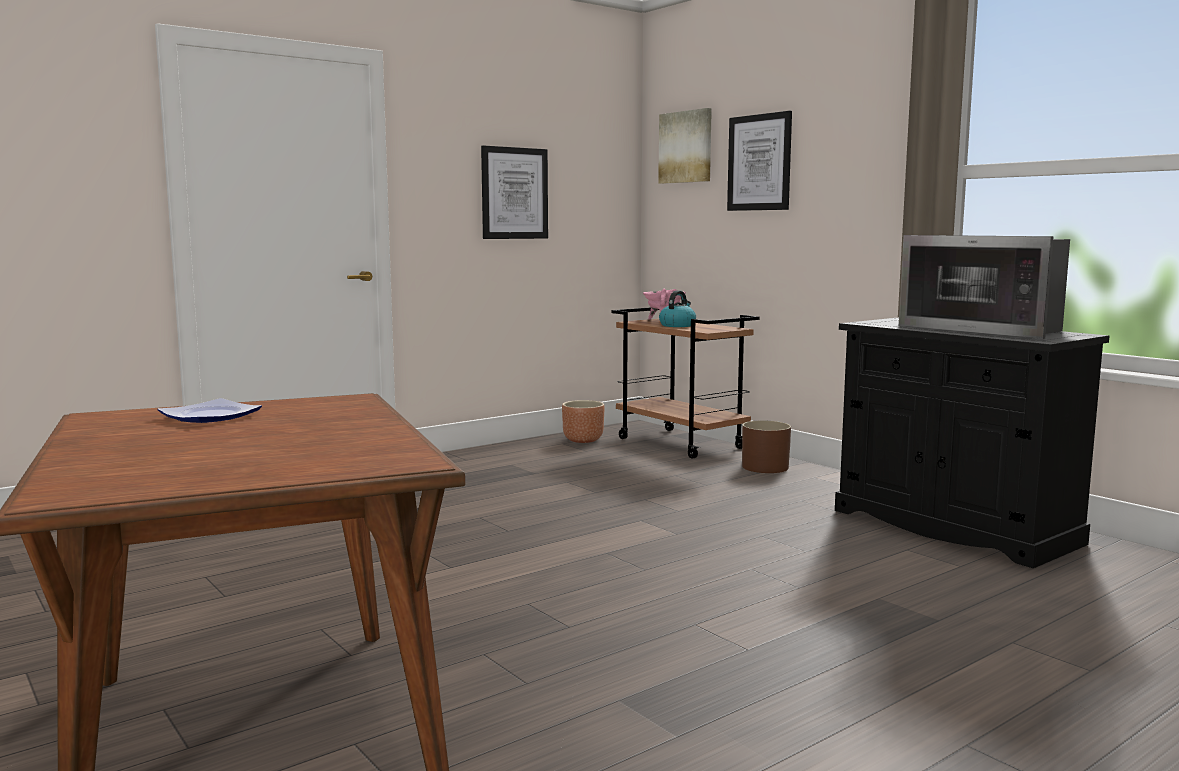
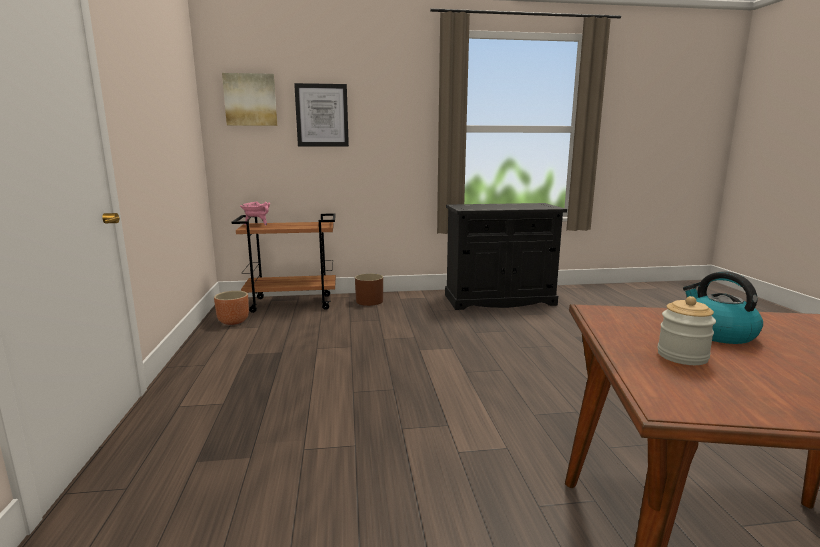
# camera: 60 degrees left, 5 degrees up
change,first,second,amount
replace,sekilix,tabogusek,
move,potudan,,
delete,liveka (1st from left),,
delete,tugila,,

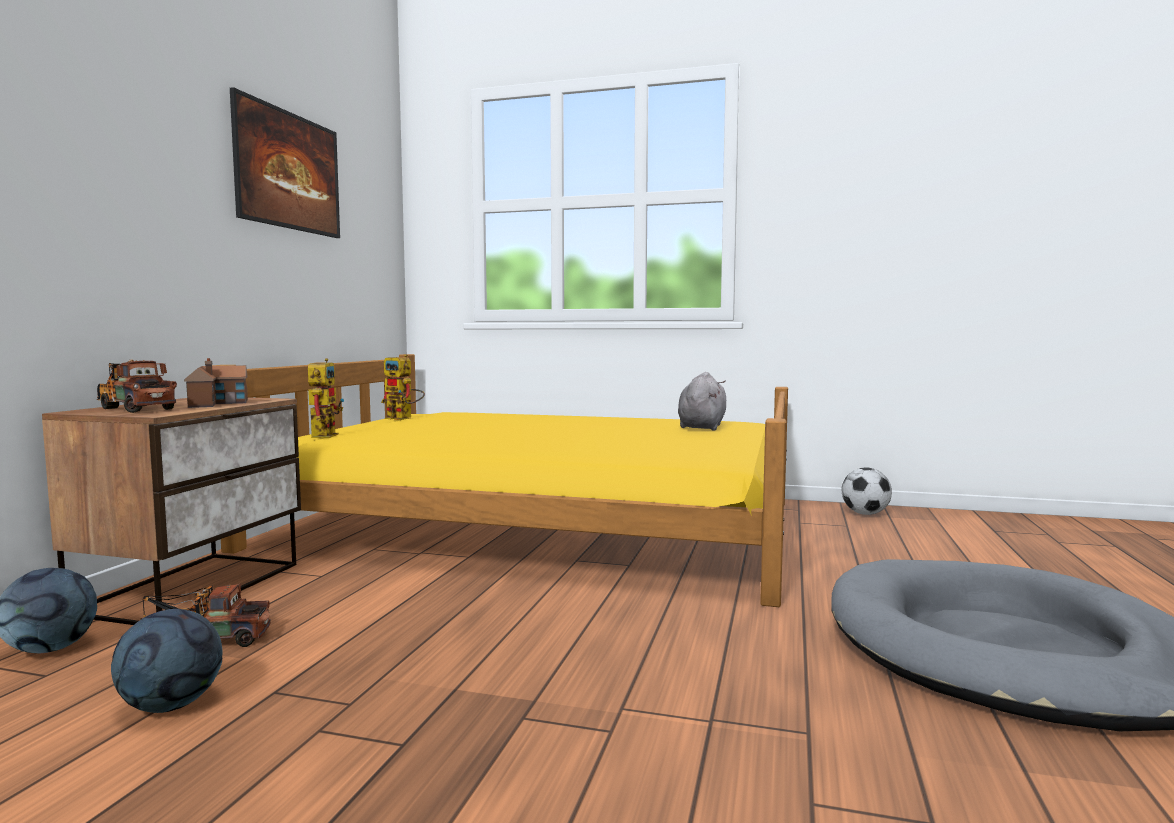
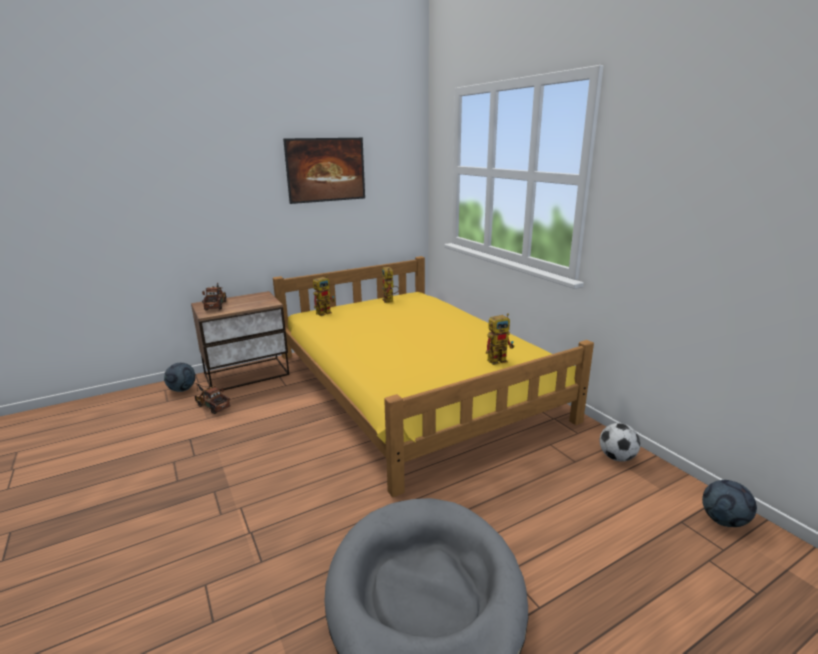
# camera: 45 degrees right, 15 degrees up
change,first,second,amount
replace,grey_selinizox,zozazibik (3rd from left),
move,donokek (2nd from left in the first image),donokek (3rd from left),
delete,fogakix,,

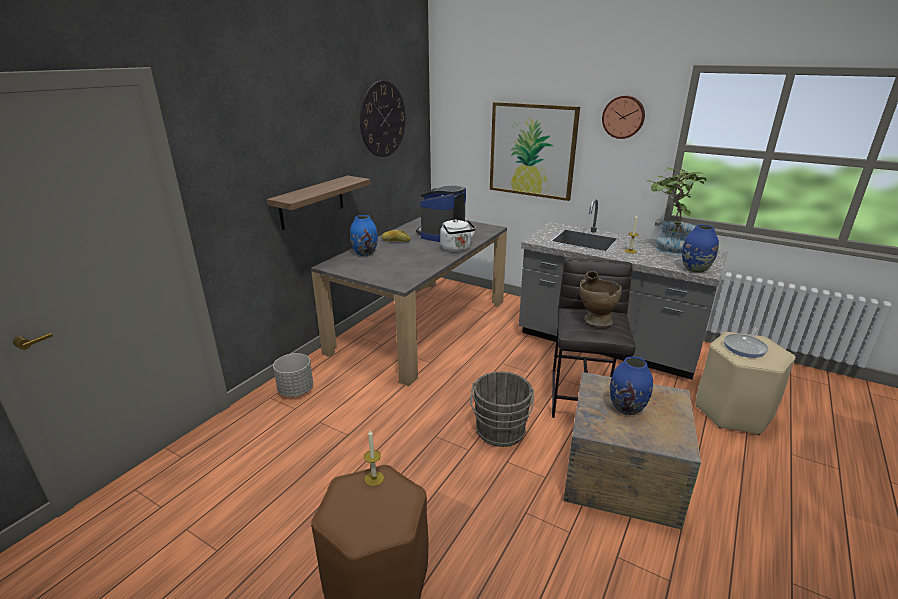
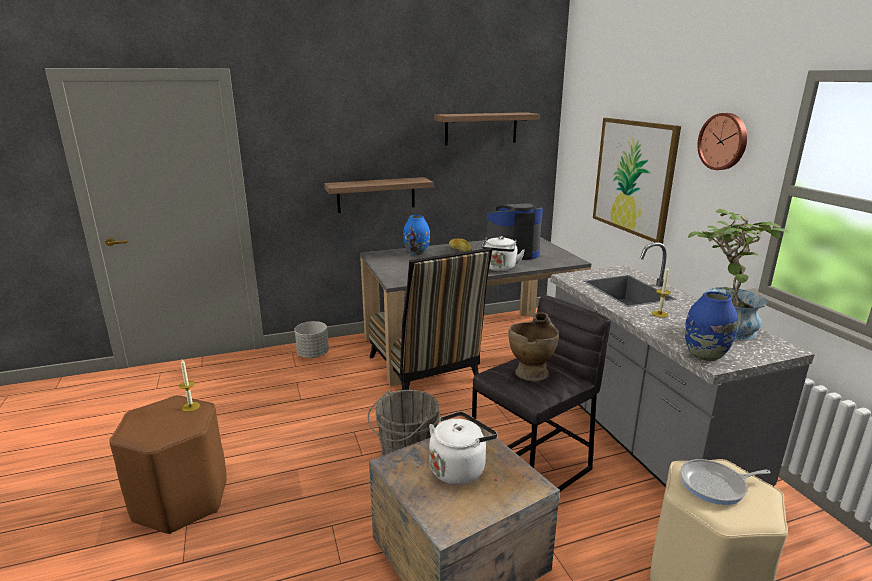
# camera: 40 degrees right, 5 degrees down
change,first,second,amount
insert,,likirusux,
replace,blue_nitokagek (2nd from left),white_potudan (1st from left),
replace,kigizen (1st from left),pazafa (2nd from left),

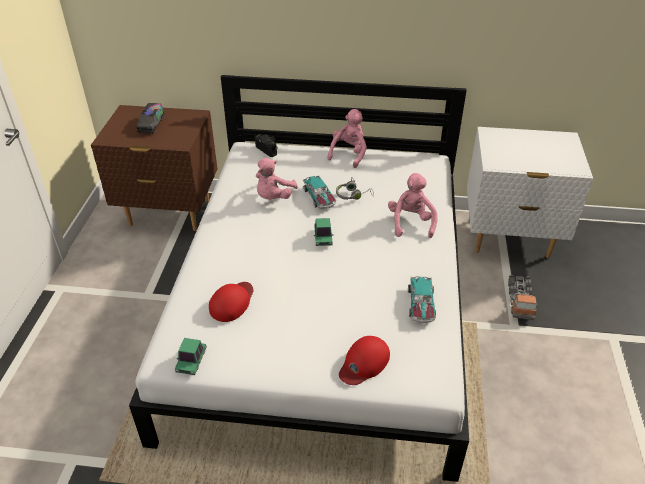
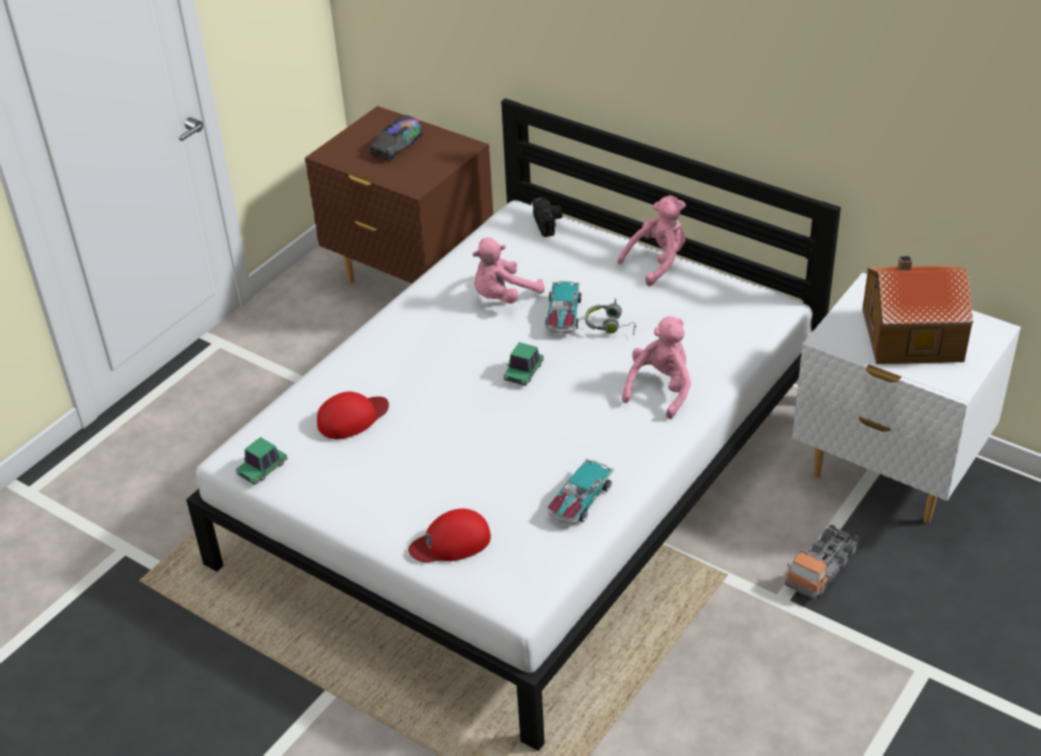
# camera: 30 degrees right, 0 degrees up
change,first,second,amount
insert,,fogakix,

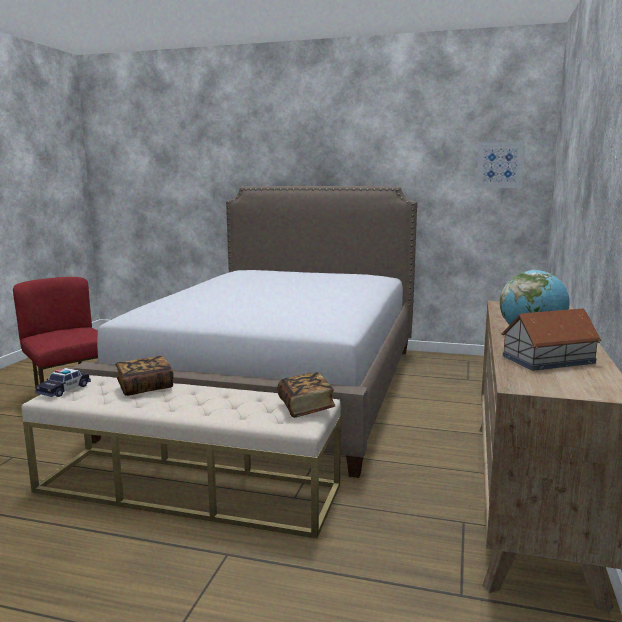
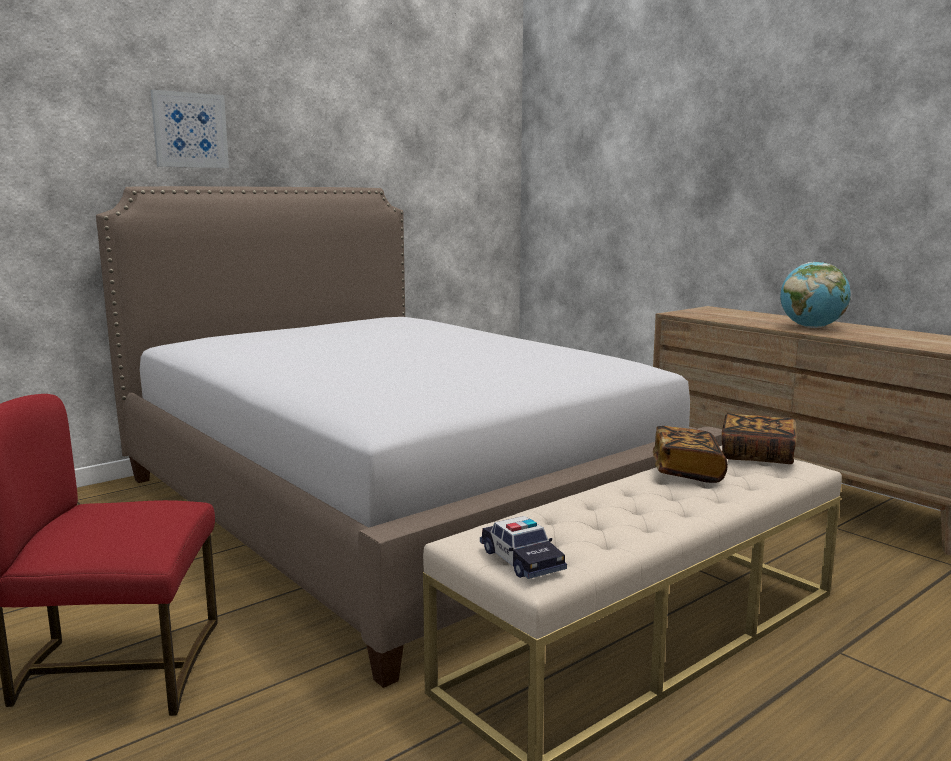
# camera: 55 degrees left, 0 degrees up
change,first,second,amount
move,liveka,,
move,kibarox (1st from left),,
delete,fogakix,,

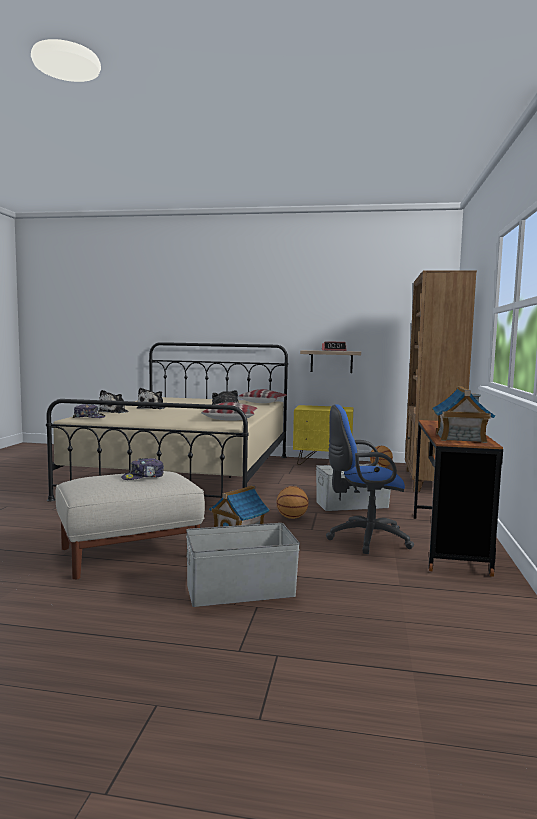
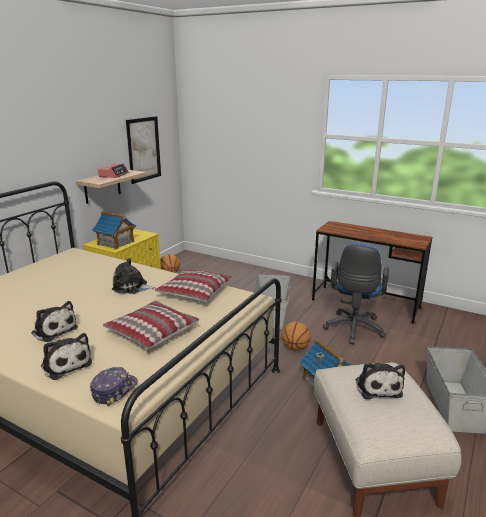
# camera: 70 degrees left, 15 degrees up
change,first,second,amount
move,fogakix (2nd from left in the first image),fogakix (1st from left),
move,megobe (2nd from left in the first image),megobe (1st from left),
insert,,liveka,
replace,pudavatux (2nd from left),selinizox (4th from left),
delete,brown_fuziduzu,,

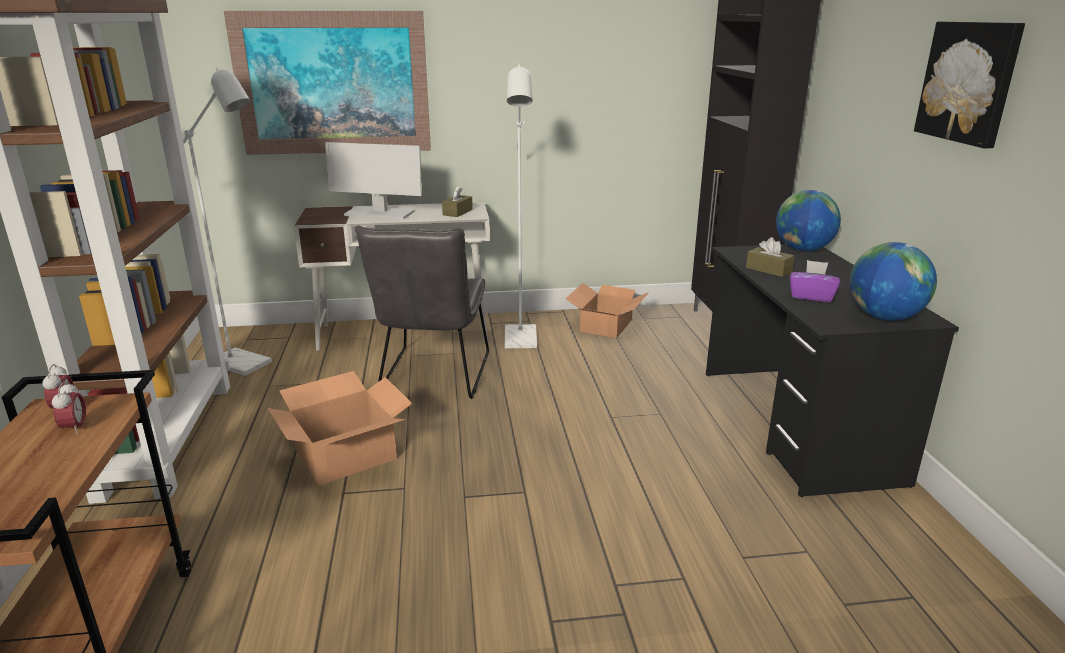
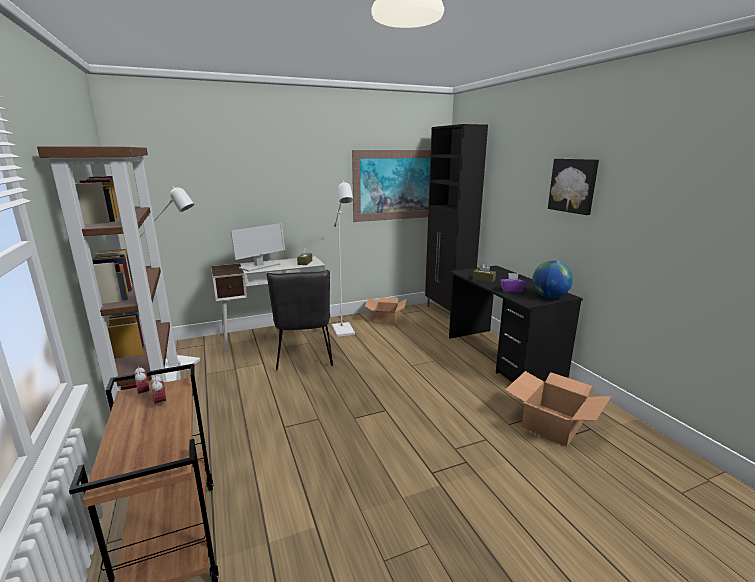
# camera: 15 degrees left, 5 degrees down
change,first,second,amount
rotate,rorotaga,,45 degrees counterclockwise
move,liveka (1st from left),,
move,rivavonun (1st from left in the first image),rivavonun (2nd from left),
delete,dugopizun (1st from left),,

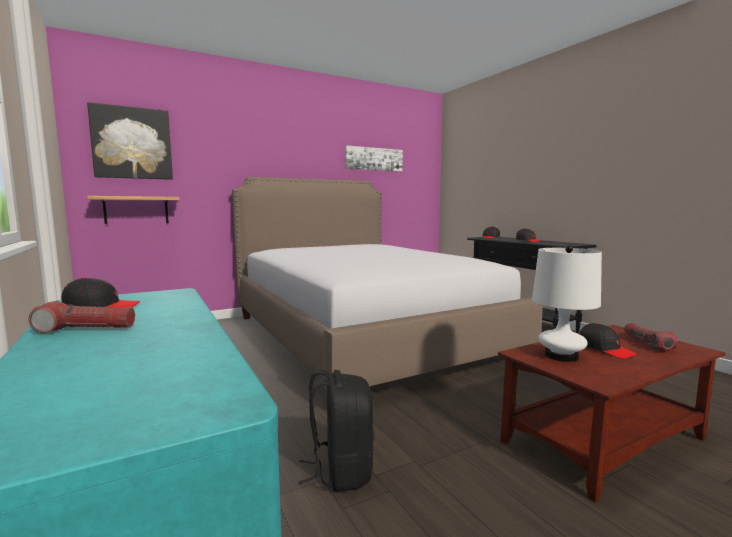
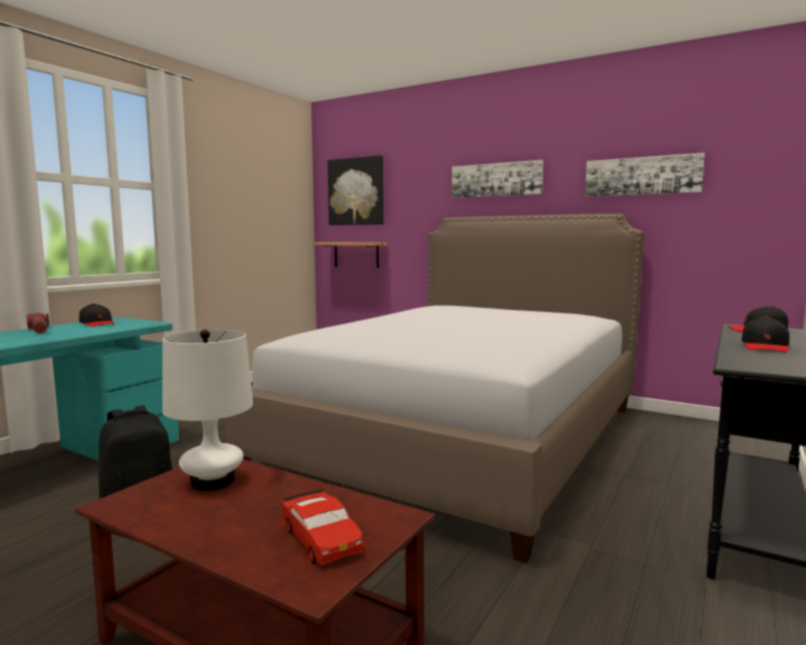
# camera: 60 degrees right, 0 degrees up
change,first,second,amount
replace,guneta (2nd from left),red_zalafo,
insert,,liveka (2nd from left),
delete,black_pudavatux (4th from left),,

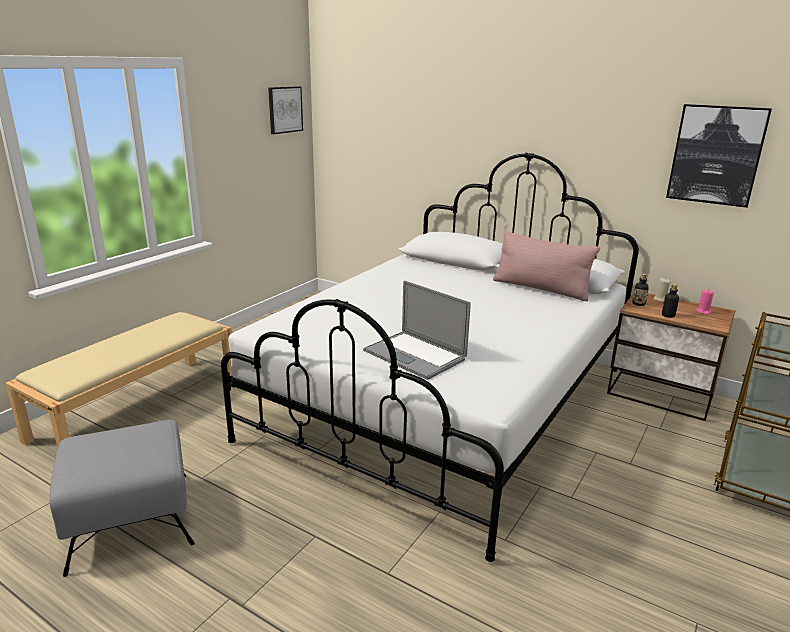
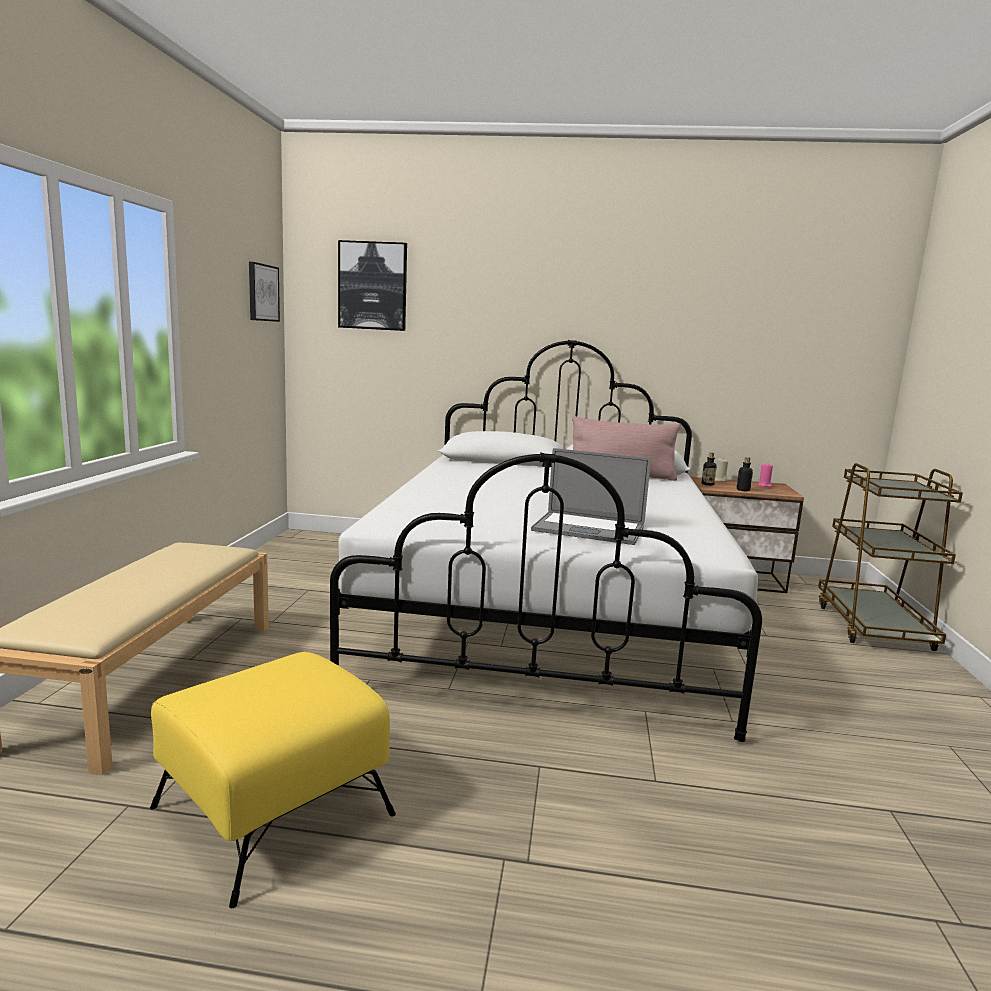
# camera: 25 degrees left, 10 degrees down
change,first,second,amount
recolor,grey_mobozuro,yellow_mobozuro,
move,liveka (2nd from left),,

